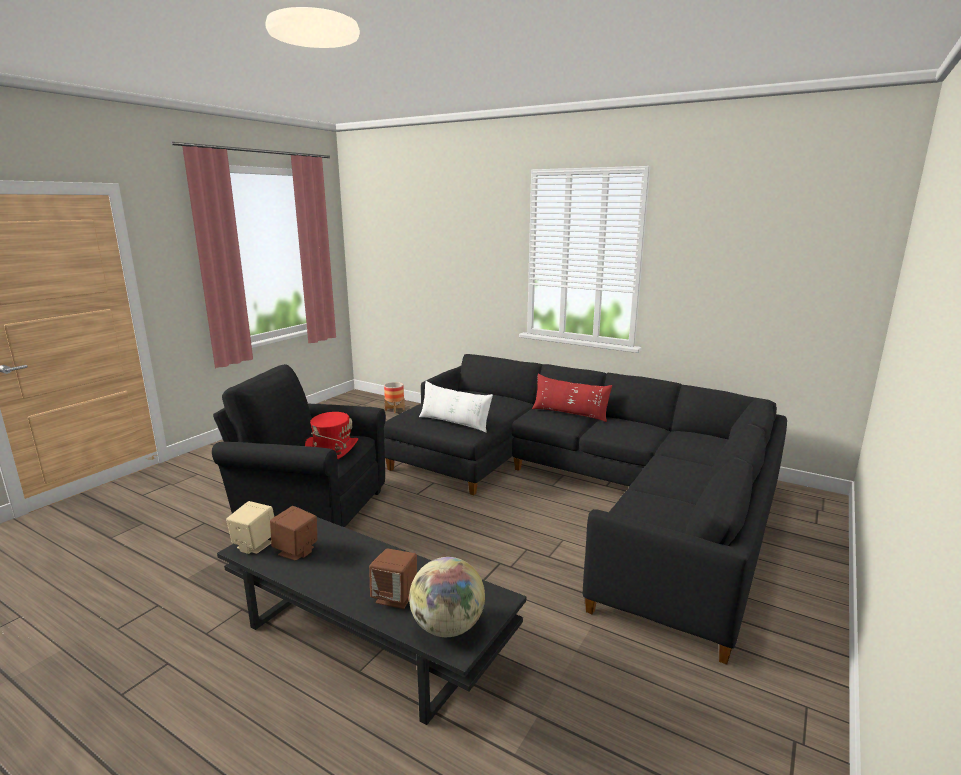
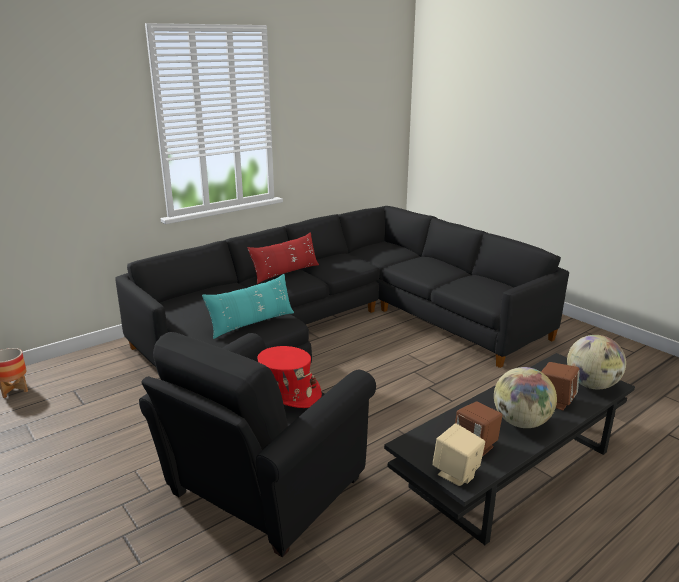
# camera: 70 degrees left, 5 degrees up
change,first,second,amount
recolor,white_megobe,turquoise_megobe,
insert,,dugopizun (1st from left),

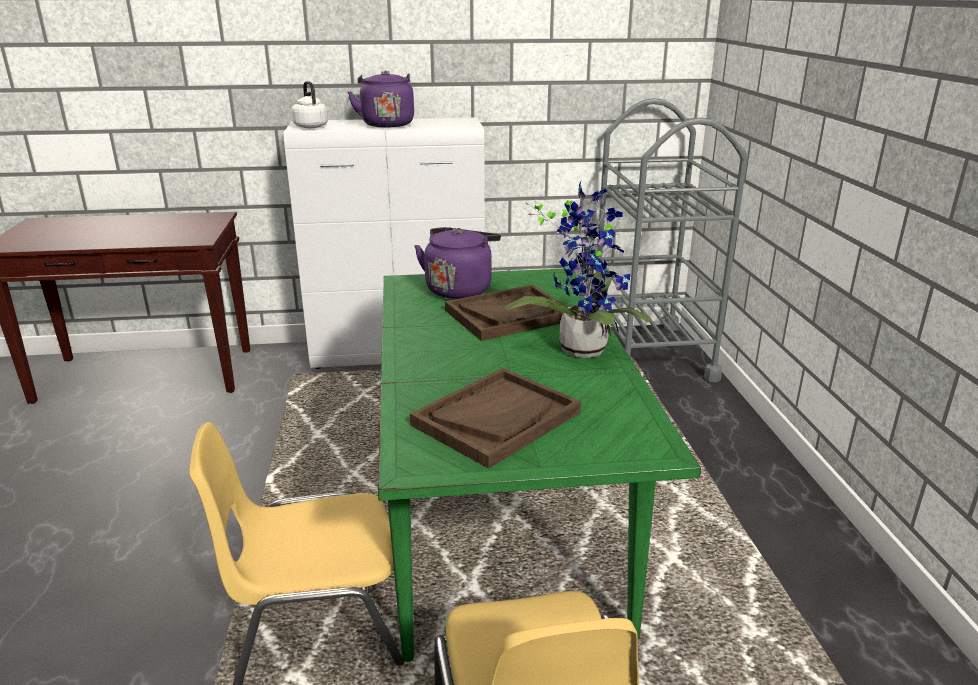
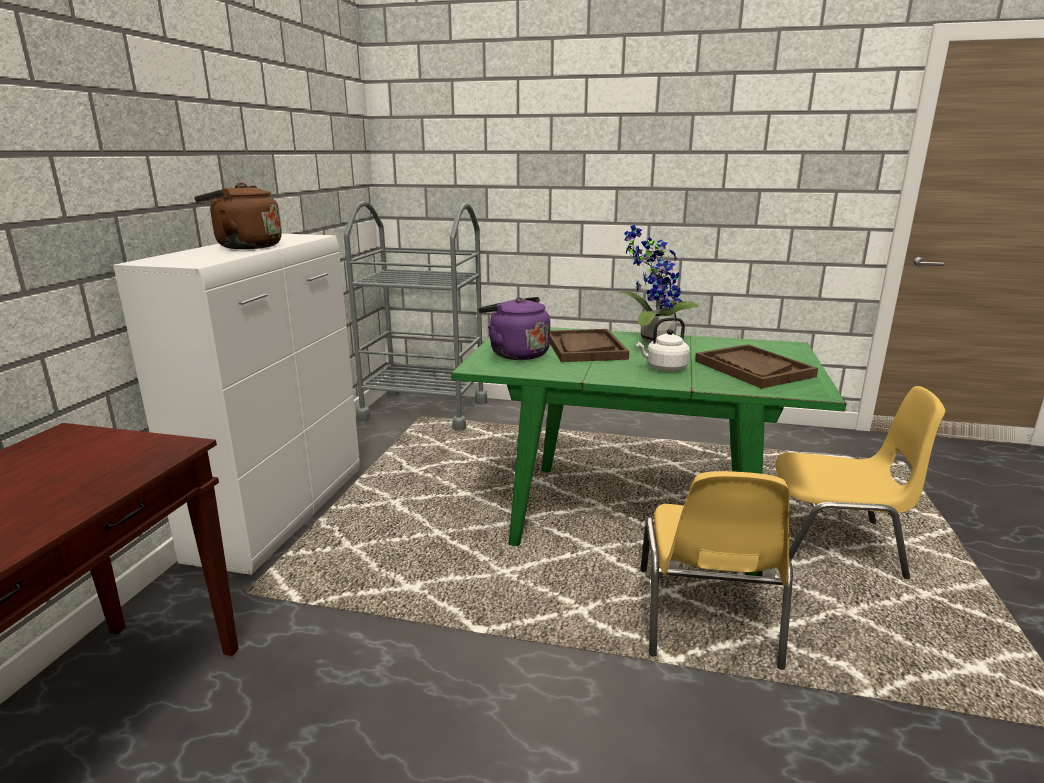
# camera: 70 degrees left, 5 degrees down
change,first,second,amount
recolor,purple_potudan (1st from left),brown_potudan,
move,white_potudan,,

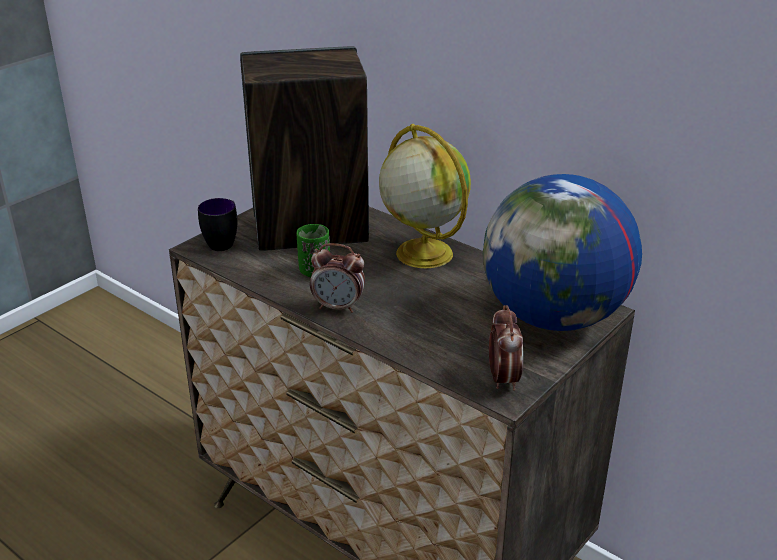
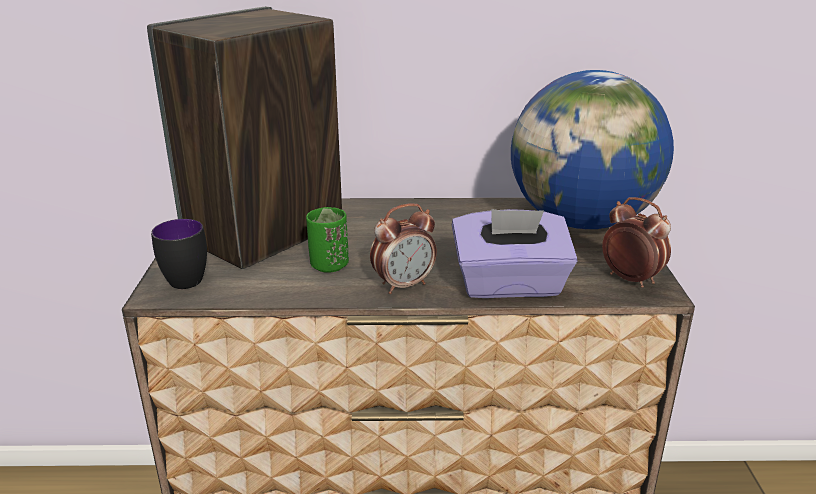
# camera: 40 degrees left, 5 degrees down
change,first,second,amount
insert,,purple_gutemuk,
delete,dugopizun (1st from left),,

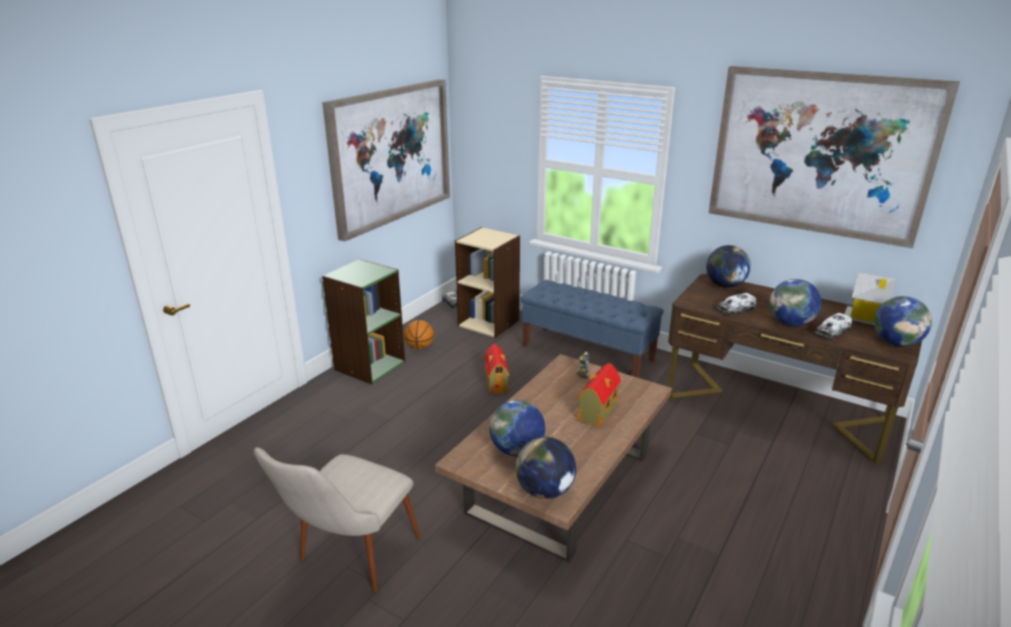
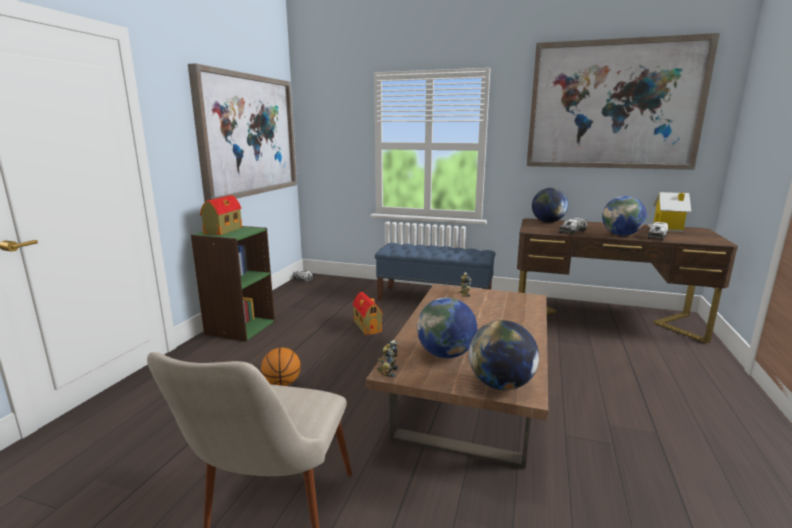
# camera: 15 degrees left, 10 degrees down
change,first,second,amount
move,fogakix (2nd from left in the first image),fogakix (1st from left),
move,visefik,,
insert,,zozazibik (1st from left),
delete,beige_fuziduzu,,
delete,dugopizun (5th from left),,

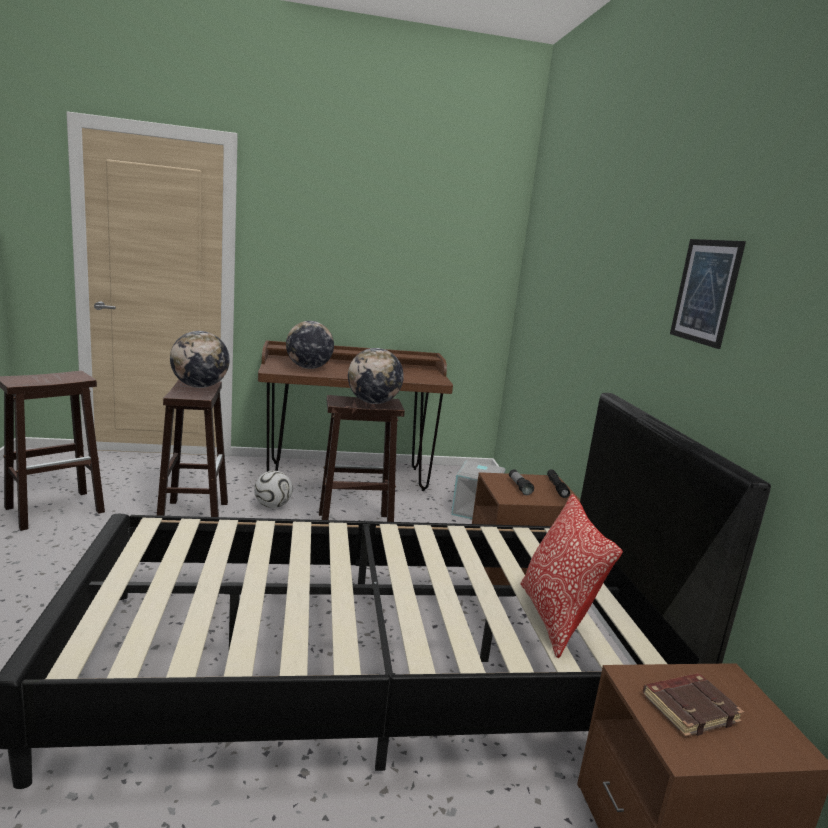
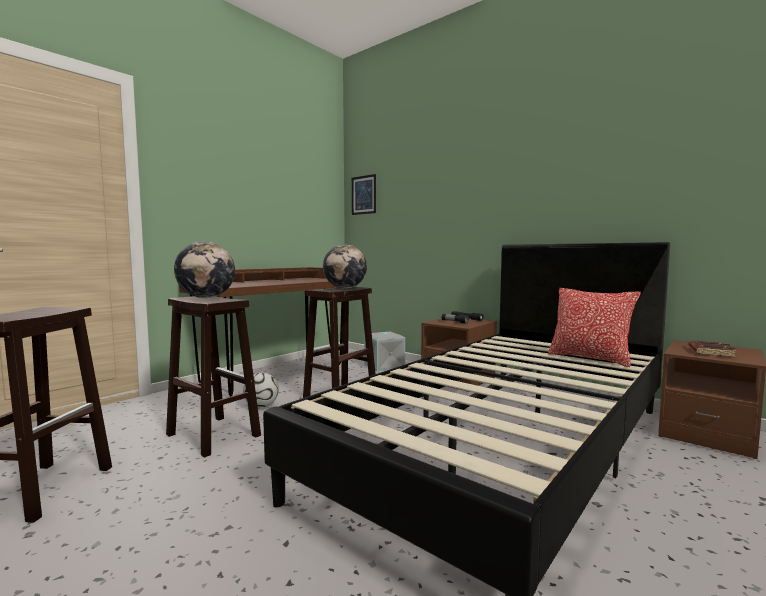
# camera: 40 degrees left, 10 degrees down
change,first,second,amount
move,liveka,,
delete,dugopizun (2nd from left),,

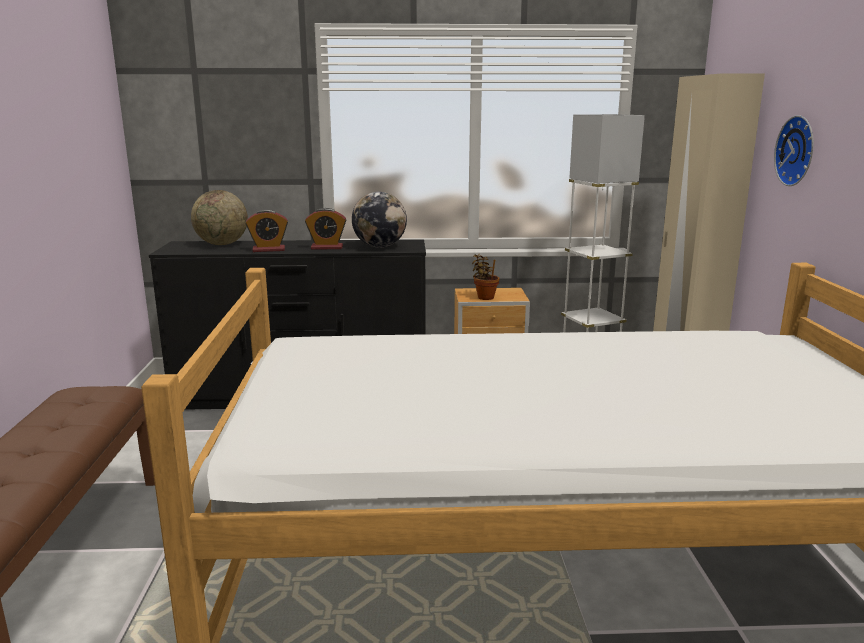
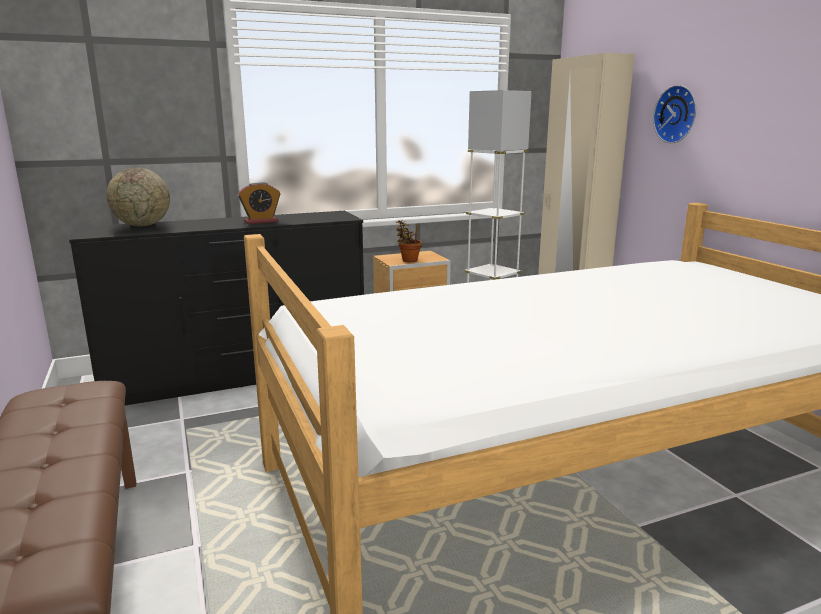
# camera: 20 degrees left, 0 degrees up
change,first,second,amount
delete,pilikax (1st from left),,
delete,dugopizun (2nd from left),,

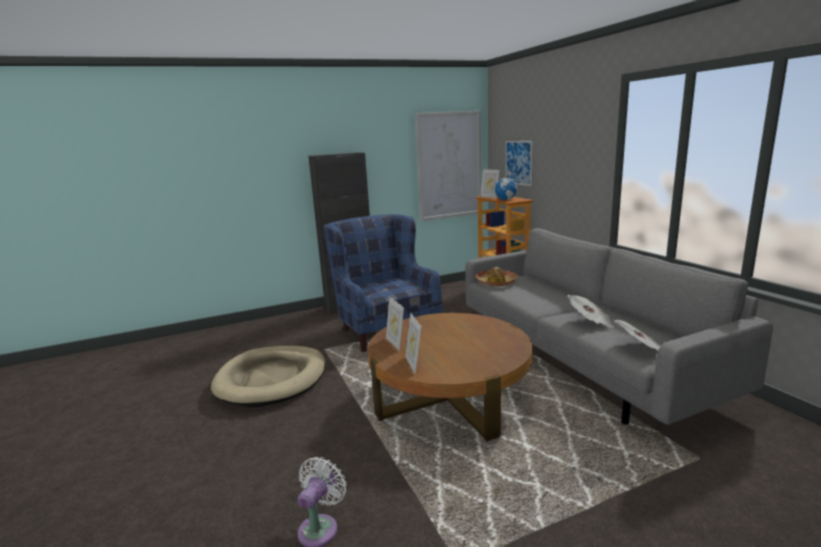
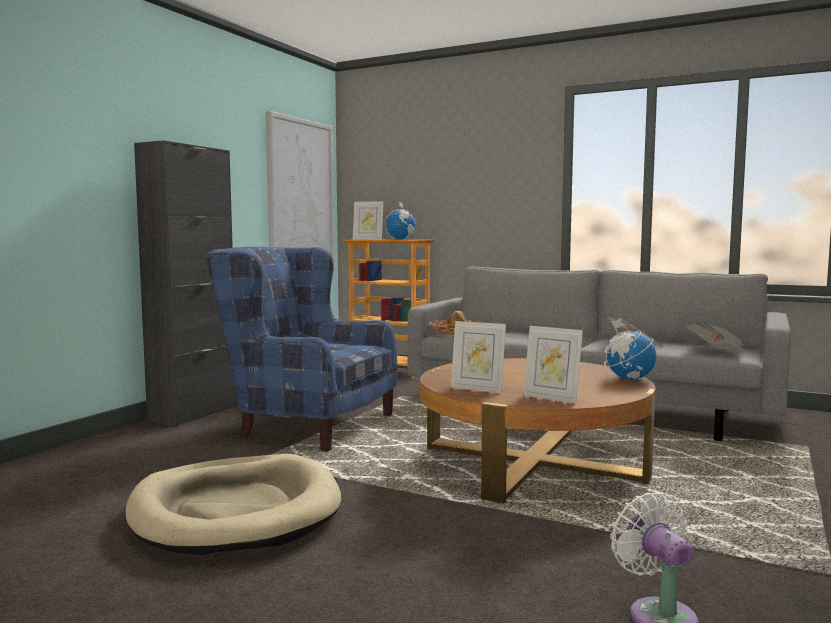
# camera: 40 degrees left, 10 degrees down
change,first,second,amount
insert,,dugopizun (2nd from left),
delete,liveka (2nd from left),,

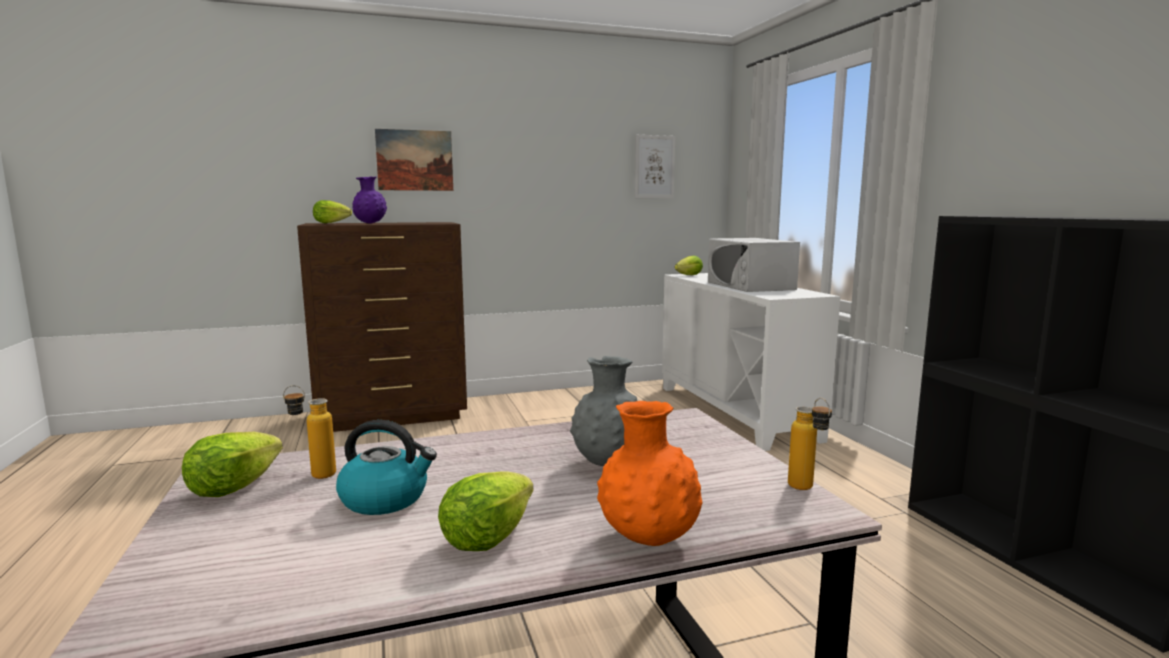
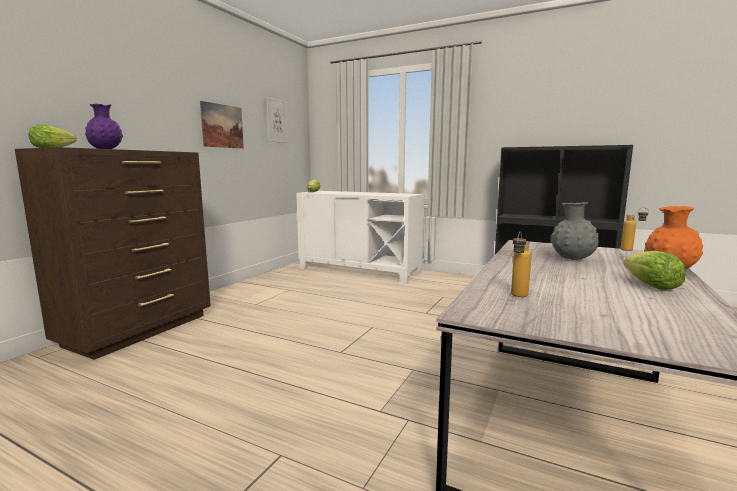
# camera: 45 degrees left, 0 degrees up
change,first,second,amount
move,liveka (1st from left),,
delete,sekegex (1st from left),,
delete,potudan,,
delete,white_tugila,,

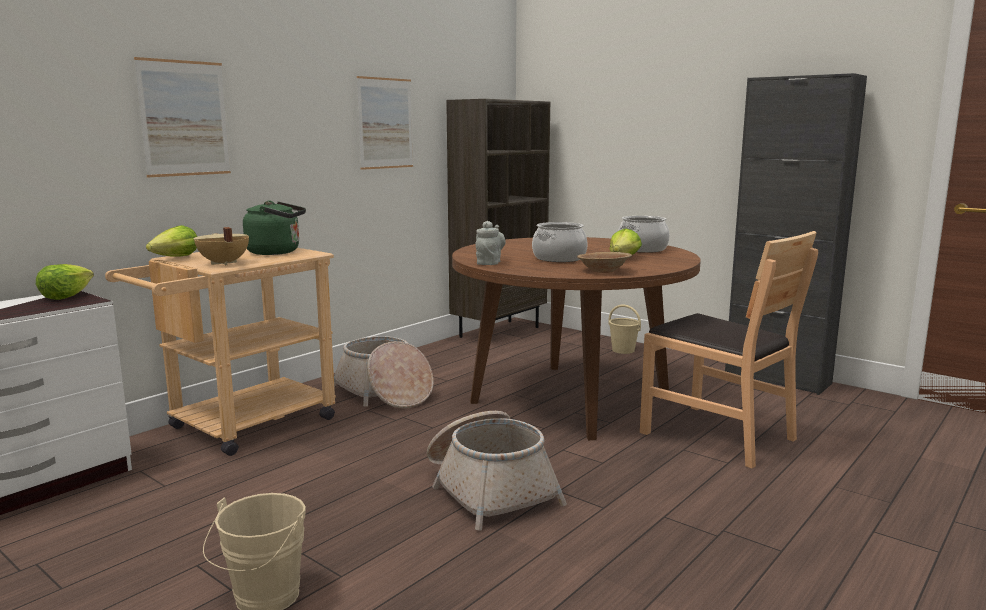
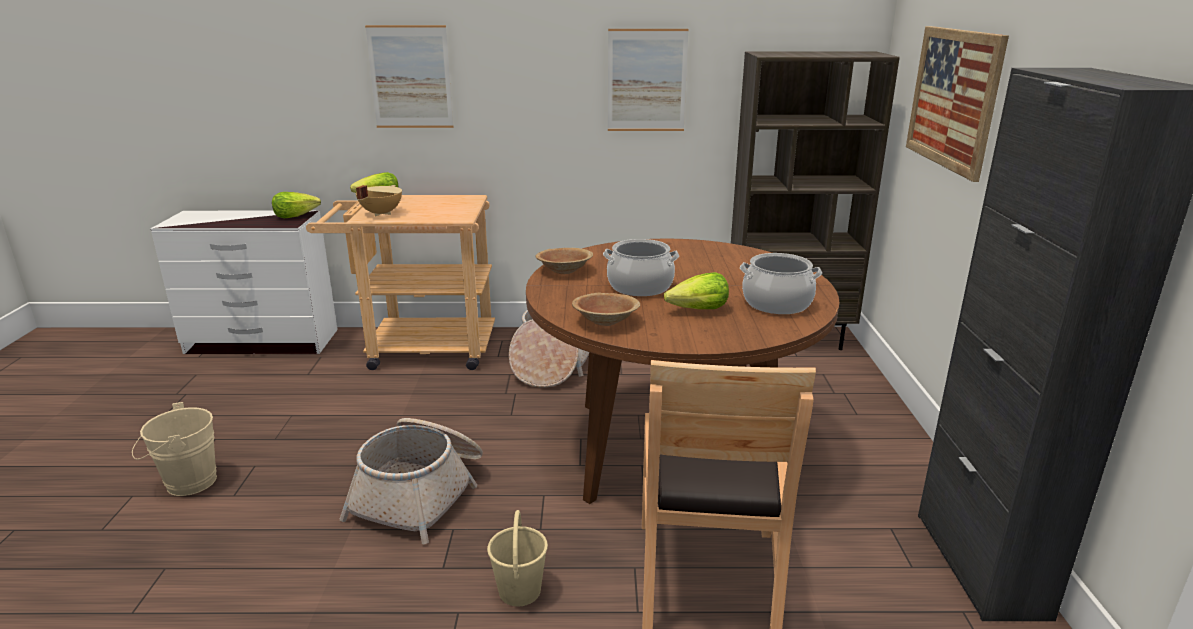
# camera: 50 degrees right, 10 degrees up
change,first,second,amount
move,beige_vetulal (2nd from left),,
replace,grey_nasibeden,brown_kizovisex (1st from left),
insert,,liveka (3rd from left),
delete,green_potudan,,

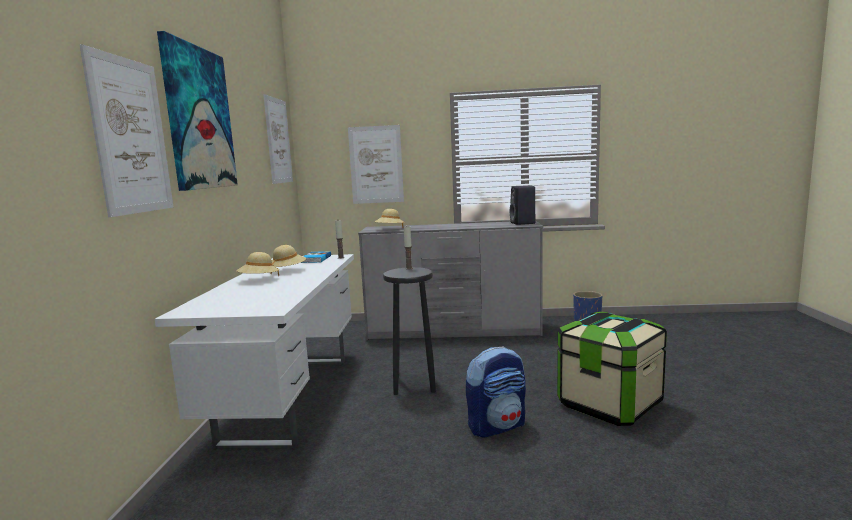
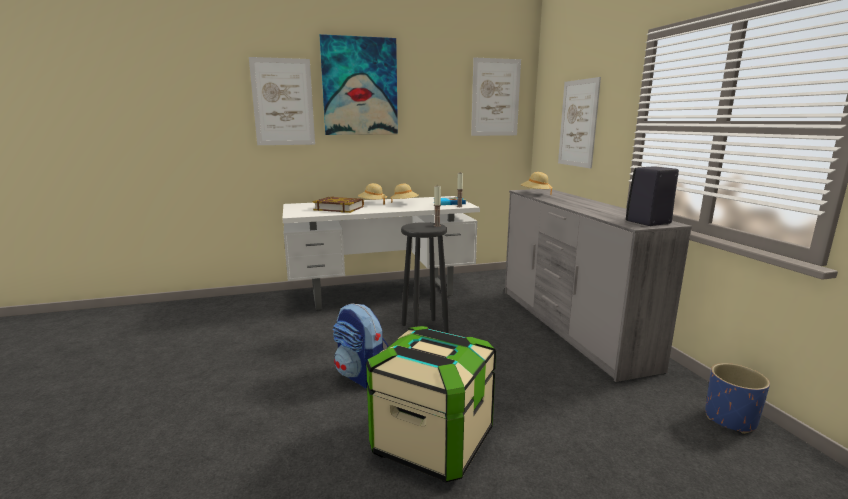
# camera: 70 degrees right, 5 degrees up
change,first,second,amount
insert,,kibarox (1st from left),

